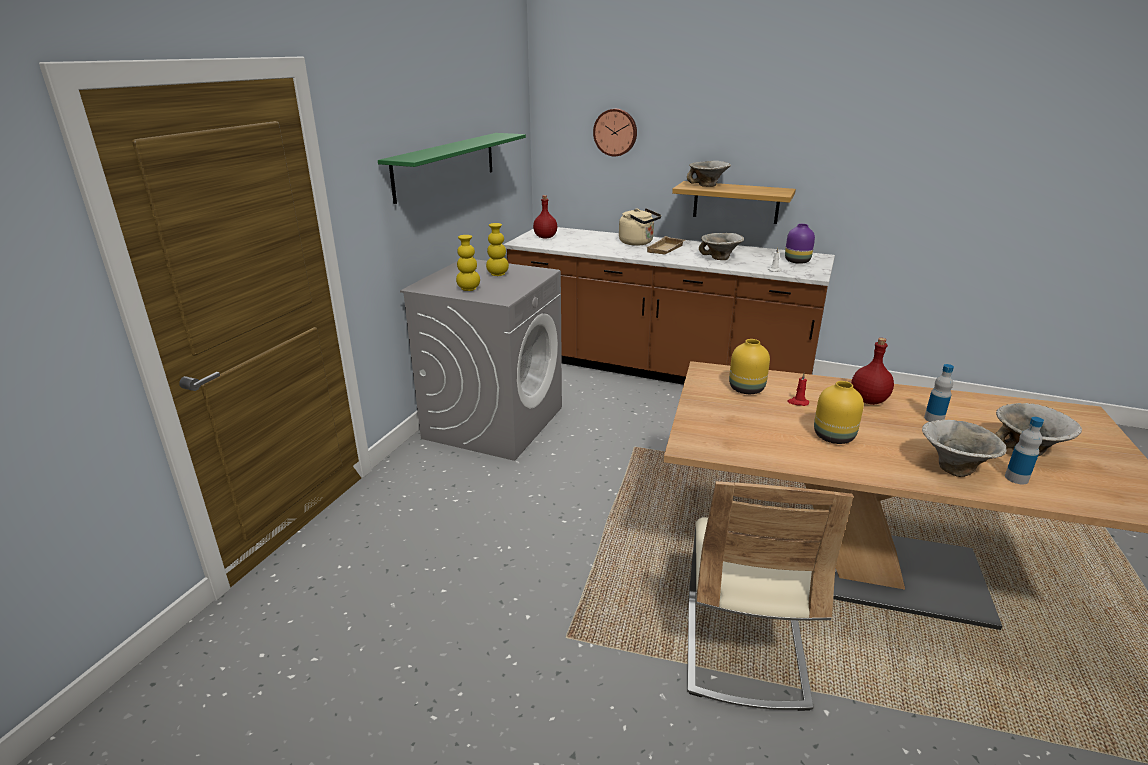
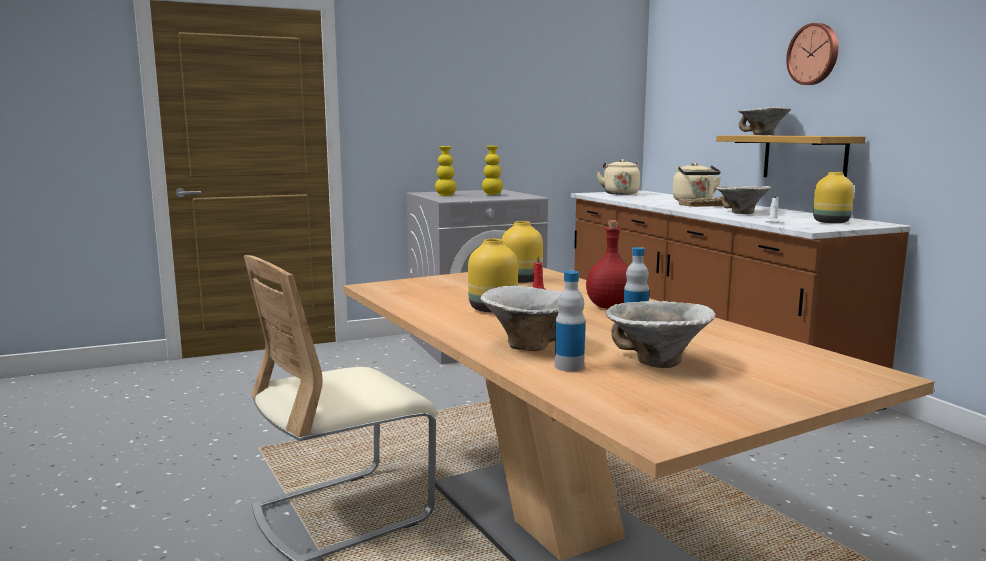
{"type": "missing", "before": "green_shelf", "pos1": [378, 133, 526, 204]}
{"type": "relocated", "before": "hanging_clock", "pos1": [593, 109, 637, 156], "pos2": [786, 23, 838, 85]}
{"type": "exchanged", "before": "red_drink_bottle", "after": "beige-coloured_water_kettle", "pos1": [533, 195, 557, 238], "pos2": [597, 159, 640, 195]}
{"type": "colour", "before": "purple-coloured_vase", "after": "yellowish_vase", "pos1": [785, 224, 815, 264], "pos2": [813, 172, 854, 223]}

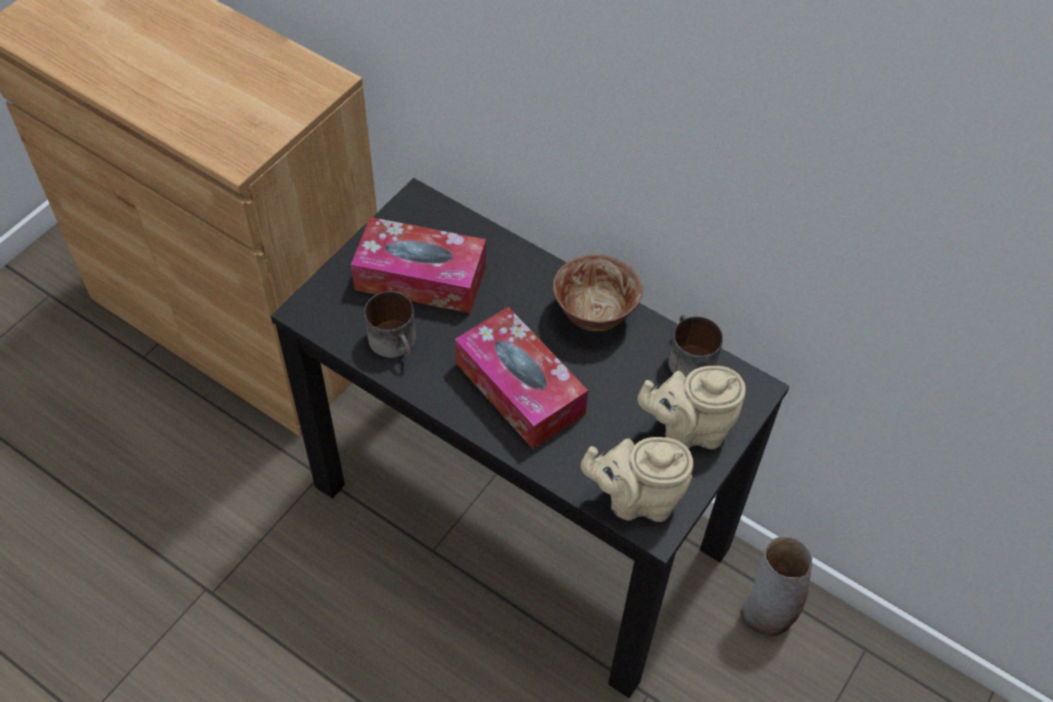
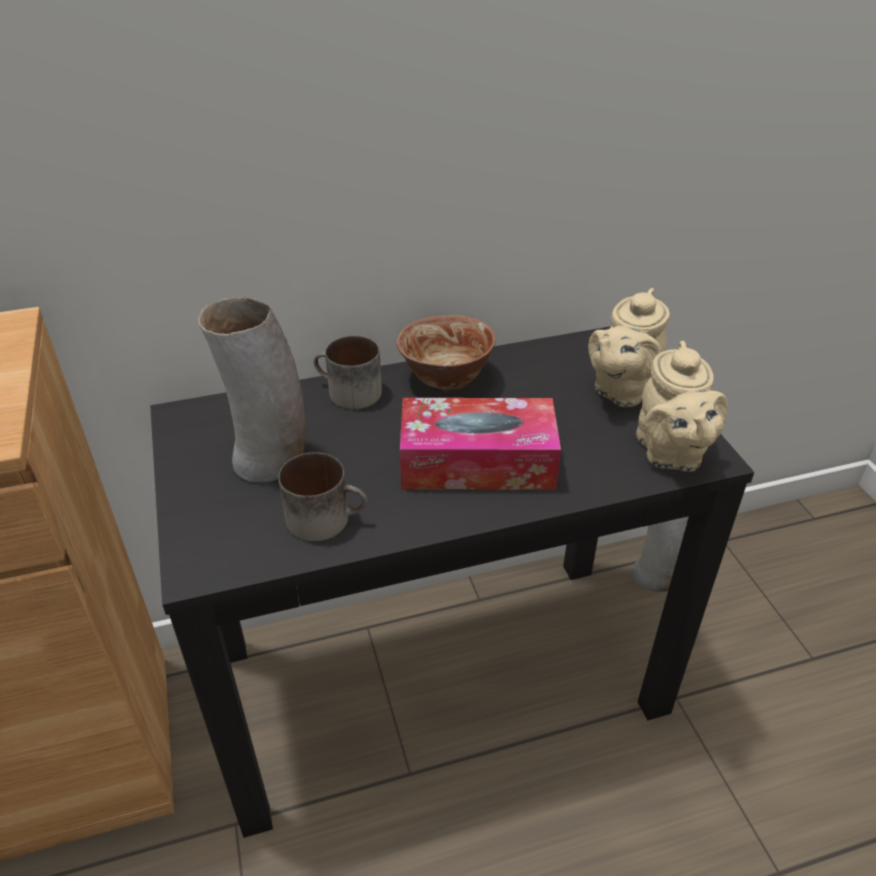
{"type": "relocated", "before": "mug", "pos1": [668, 315, 723, 377], "pos2": [314, 336, 382, 409]}
{"type": "exchanged", "before": "tissue_holder", "after": "vase", "pos1": [351, 217, 486, 313], "pos2": [198, 297, 305, 483]}
{"type": "spun", "before": "beige-coloured_pot_for_tea", "pos1": [581, 437, 693, 522], "pos2": [636, 341, 728, 472], "turn": -45}

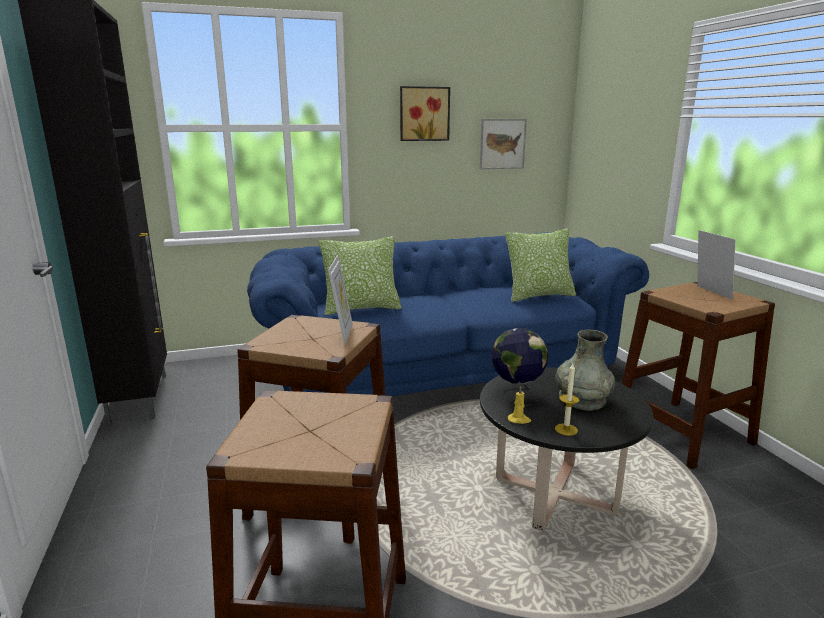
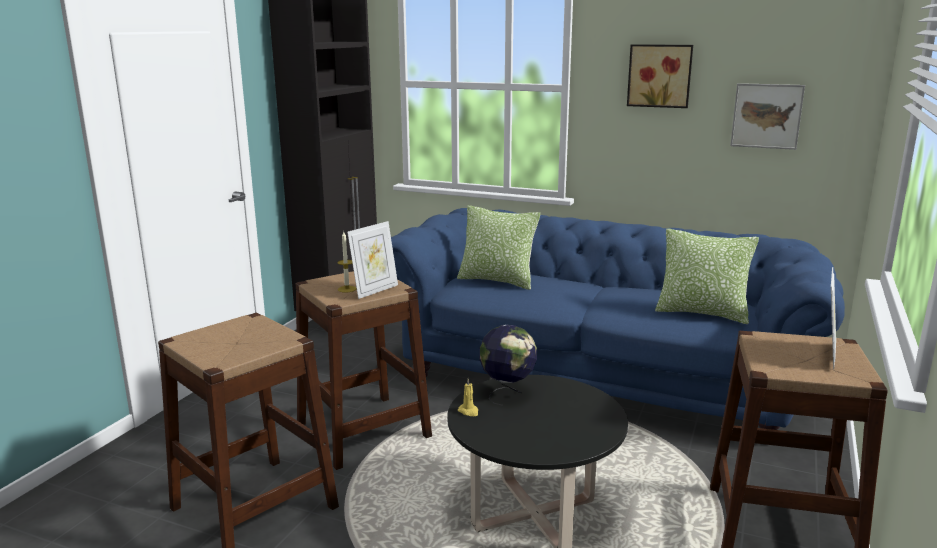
{"type": "missing", "before": "gray_vase", "pos1": [555, 330, 615, 411]}
{"type": "relocated", "before": "wax_light", "pos1": [555, 364, 579, 436], "pos2": [337, 232, 356, 293]}

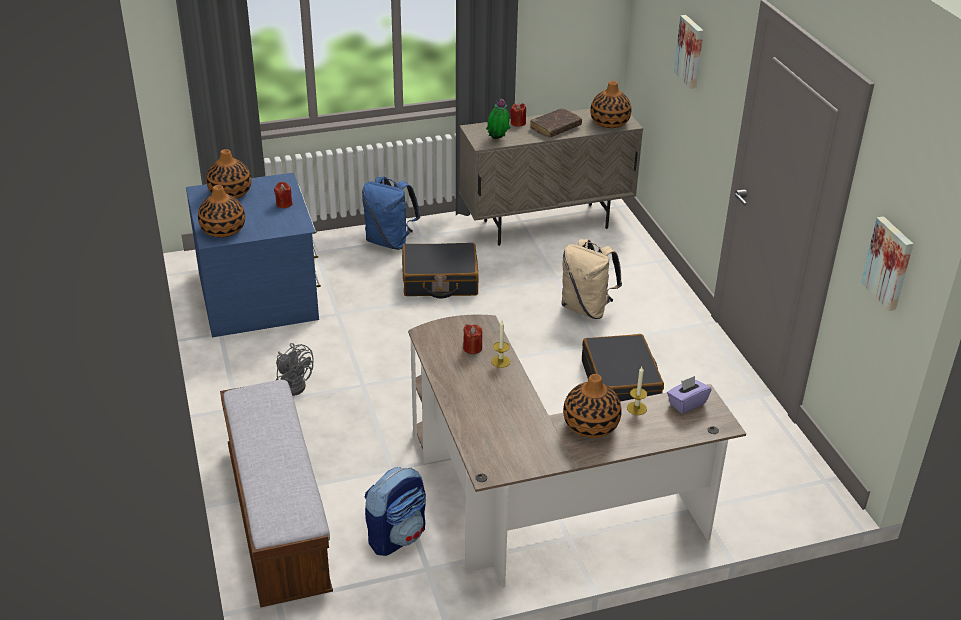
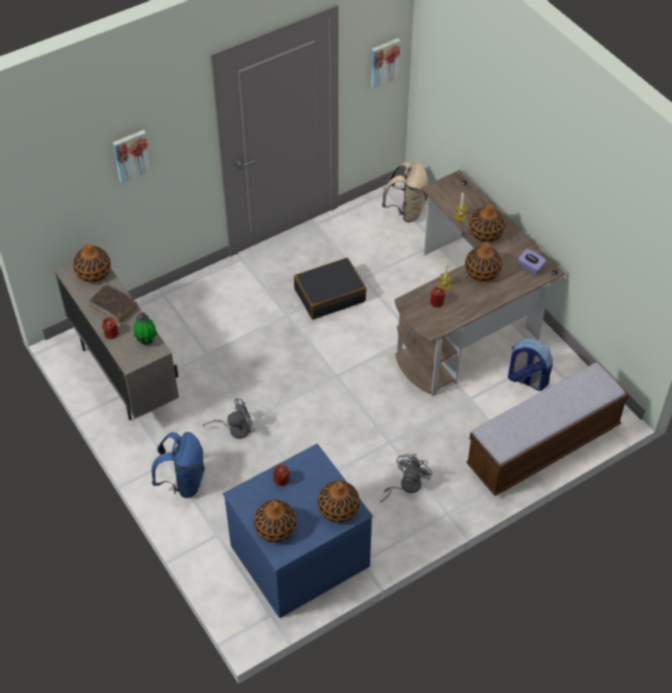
{"type": "appeared", "after": "vase", "pos2": [465, 243, 502, 282]}
{"type": "relocated", "before": "beige-coloured_rucksack", "pos1": [561, 239, 622, 319], "pos2": [382, 162, 429, 222]}
{"type": "relocated", "before": "purple-coloured_tissue_holder", "pos1": [667, 376, 712, 414], "pos2": [518, 249, 546, 275]}
{"type": "exchanged", "before": "black-coloured_travel_case", "after": "gray_electric_fan", "pos1": [402, 243, 479, 298], "pos2": [203, 398, 255, 439]}

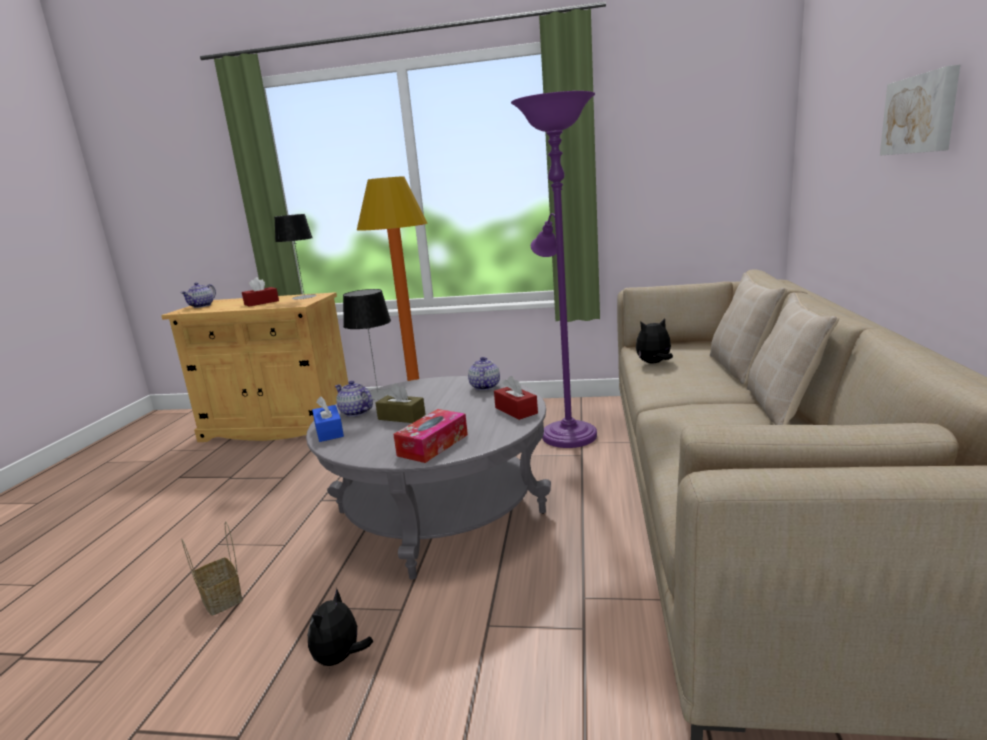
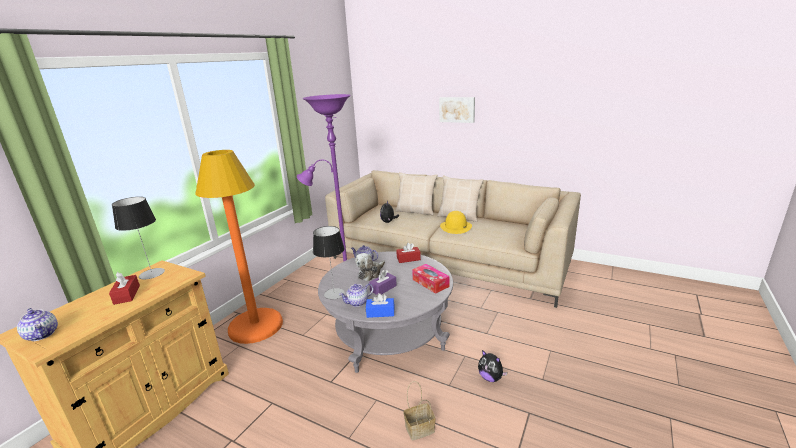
{"type": "appeared", "after": "plush_toy", "pos2": [355, 253, 385, 281]}
{"type": "appeared", "after": "yellowish_hat", "pos2": [440, 211, 472, 234]}
{"type": "colour", "before": "brown-coloured_tissue_holder", "after": "purple-coloured_tissue_holder", "pos1": [376, 383, 426, 423], "pos2": [369, 270, 397, 295]}

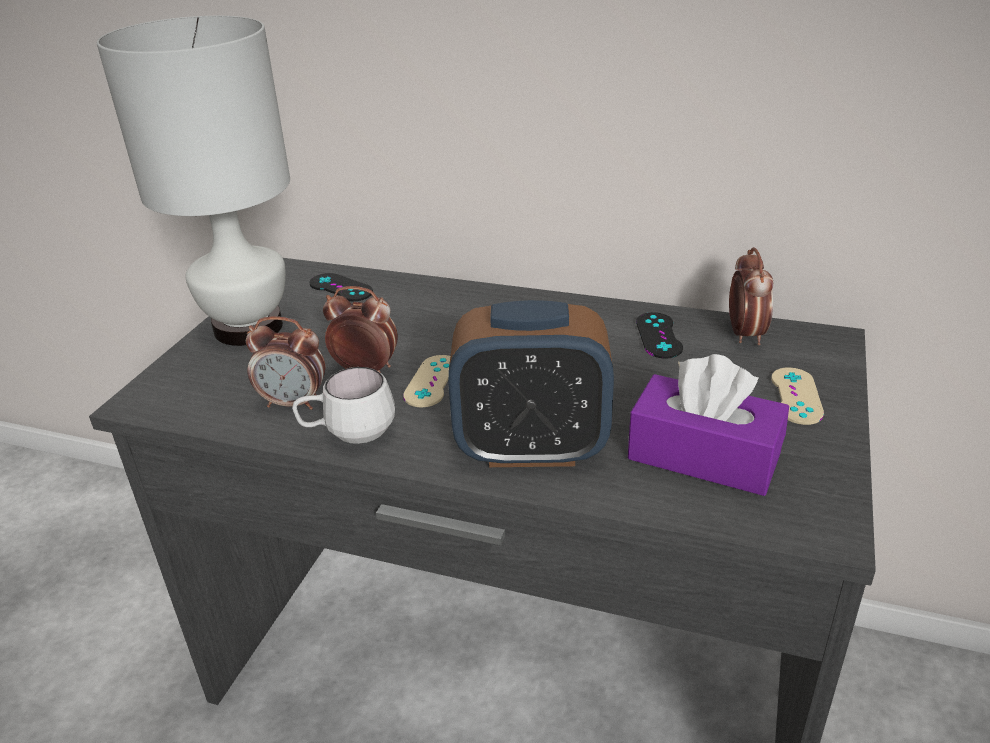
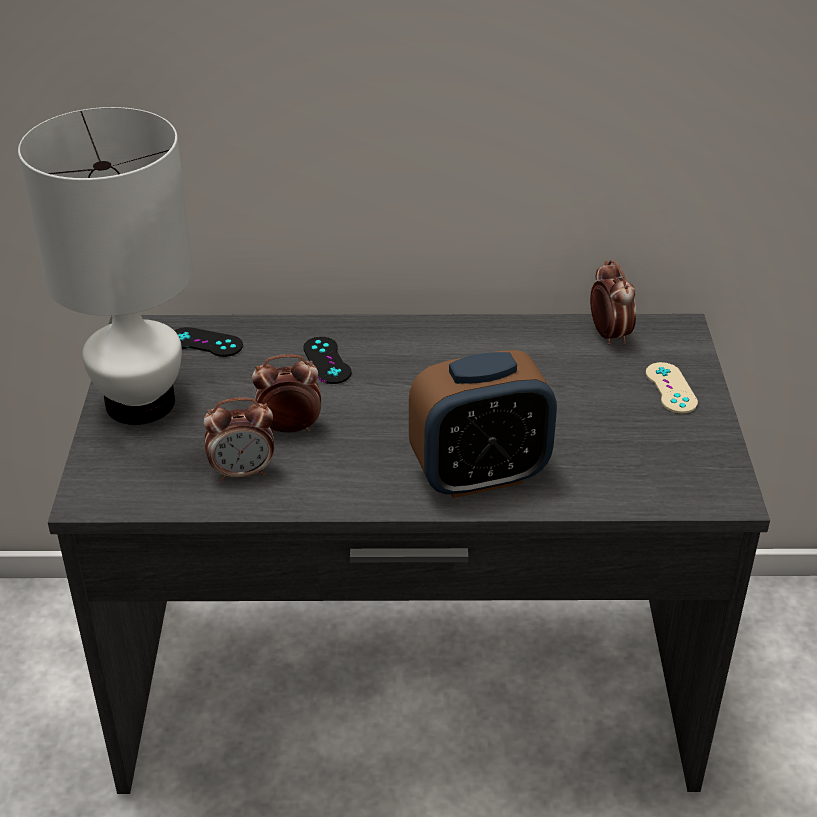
{"type": "missing", "before": "whitish_mug", "pos1": [292, 367, 395, 444]}
{"type": "missing", "before": "beige-coloured_gamepad", "pos1": [403, 355, 450, 407]}
{"type": "missing", "before": "purple-coloured_tissue_holder", "pos1": [628, 354, 789, 496]}
{"type": "relocated", "before": "black-coloured_gamepad", "pos1": [636, 312, 683, 358], "pos2": [303, 337, 352, 384]}

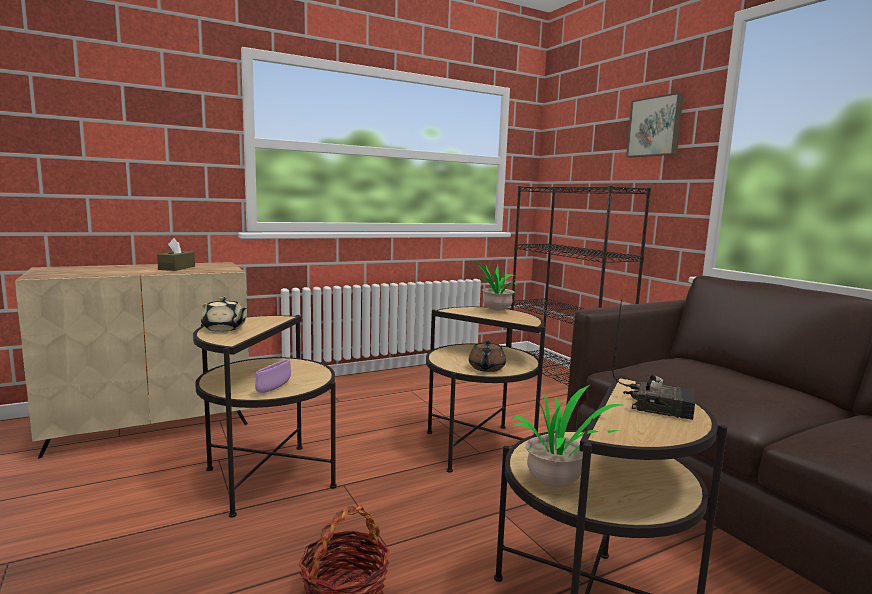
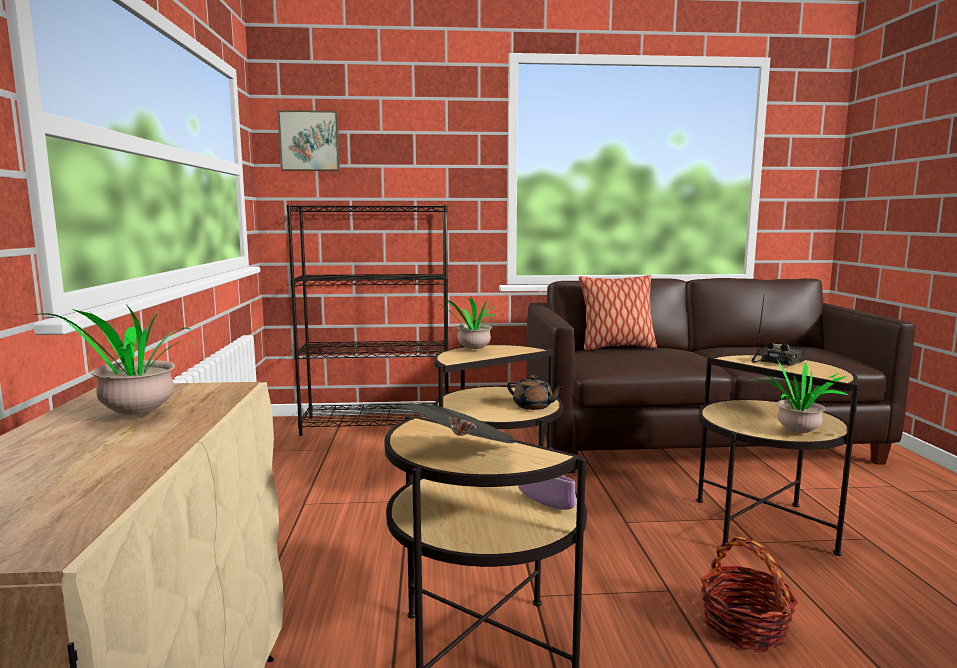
{"type": "appeared", "after": "cushion", "pos2": [579, 275, 657, 351]}
{"type": "relocated", "before": "wall_art", "pos1": [626, 92, 684, 157], "pos2": [277, 110, 340, 171]}
{"type": "exchanged", "before": "brown-coloured_tissue_holder", "after": "potted_plant", "pos1": [157, 238, 195, 271], "pos2": [35, 303, 196, 414]}
{"type": "exchanged", "before": "beige-coloured_pot_for_tea", "after": "newspaper", "pos1": [201, 297, 247, 332], "pos2": [399, 404, 517, 443]}

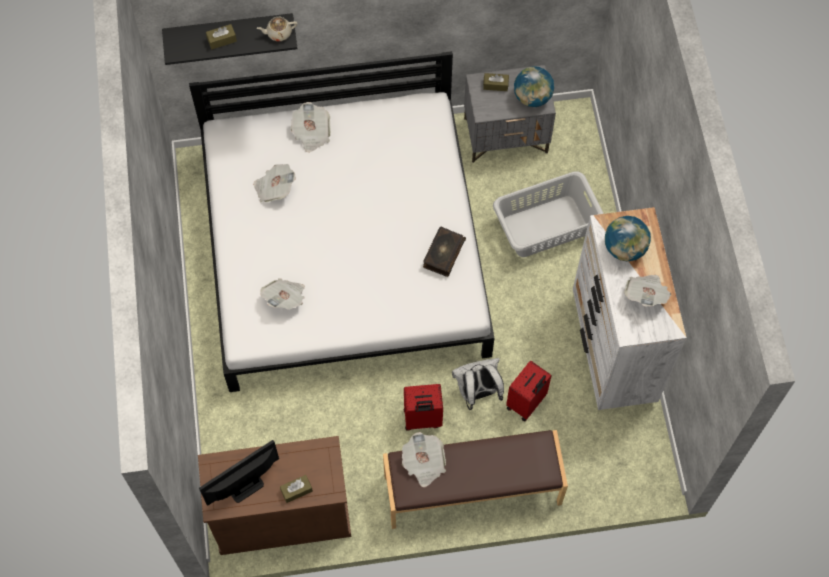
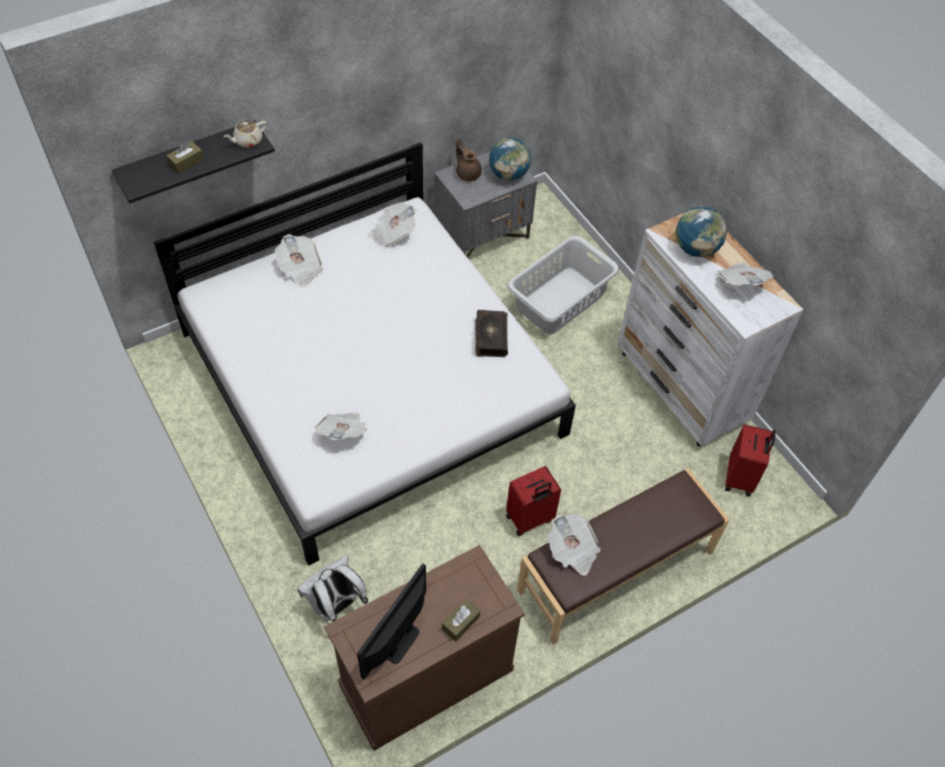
{"type": "relocated", "before": "newspaper", "pos1": [253, 164, 296, 202], "pos2": [370, 202, 416, 247]}
{"type": "relocated", "before": "whitish_rucksack", "pos1": [452, 358, 504, 410], "pos2": [297, 554, 368, 624]}
{"type": "relocated", "before": "red_travel_case", "pos1": [506, 360, 552, 421], "pos2": [725, 424, 776, 496]}
{"type": "exchanged", "before": "brown-coloured_tissue_holder", "after": "brown-coloured_pot_for_tea", "pos1": [483, 73, 509, 91], "pos2": [456, 138, 482, 181]}

